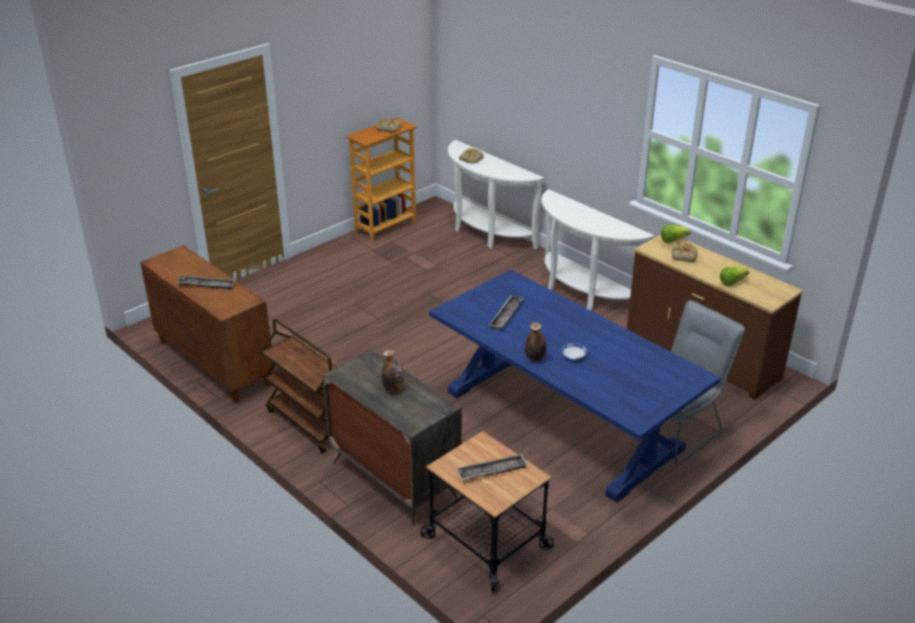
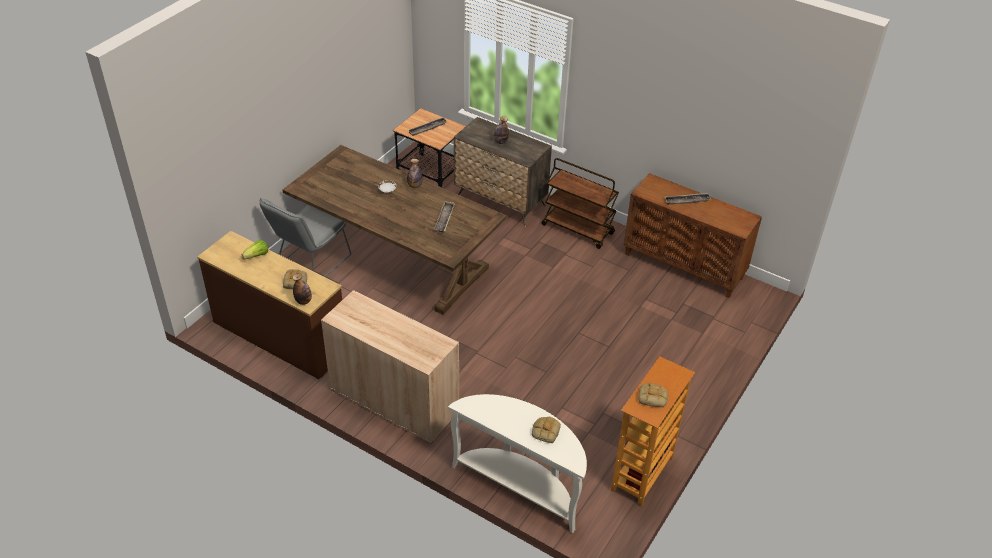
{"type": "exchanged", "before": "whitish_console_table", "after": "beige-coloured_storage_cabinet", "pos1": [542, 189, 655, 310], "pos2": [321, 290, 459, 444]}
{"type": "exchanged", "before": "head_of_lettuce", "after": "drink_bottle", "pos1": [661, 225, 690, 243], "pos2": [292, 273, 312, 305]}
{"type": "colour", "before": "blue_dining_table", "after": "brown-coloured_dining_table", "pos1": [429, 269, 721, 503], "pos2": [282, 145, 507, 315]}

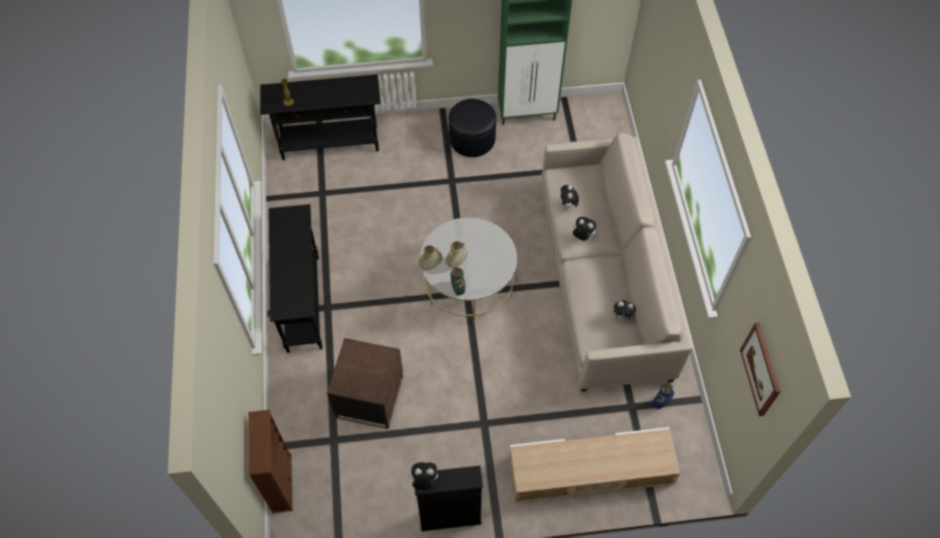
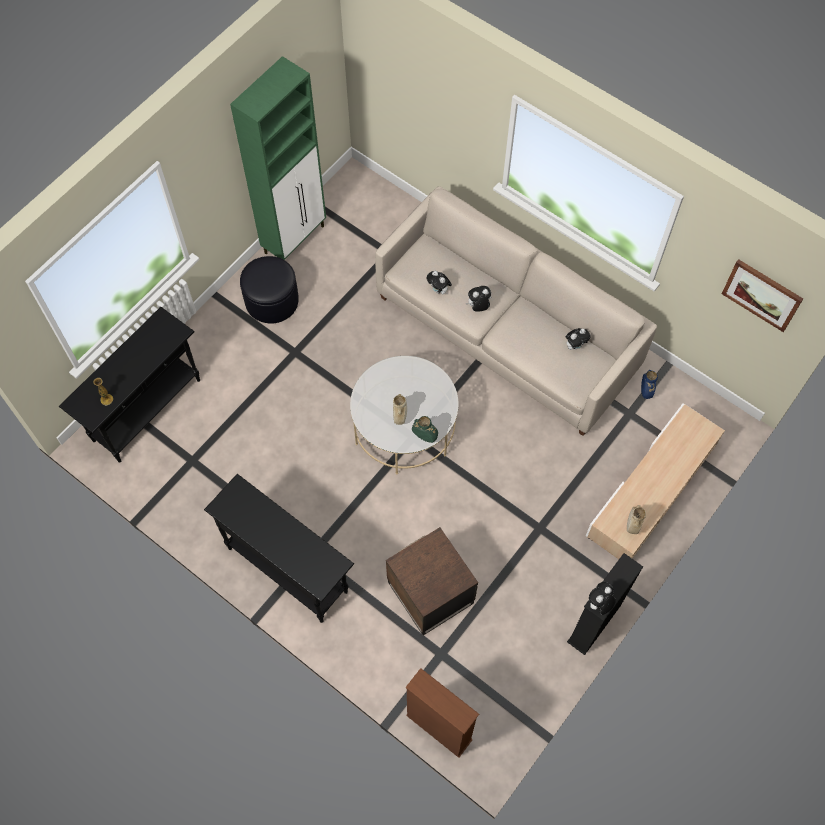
{"type": "relocated", "before": "beige-coloured_vase", "pos1": [419, 245, 442, 270], "pos2": [627, 505, 646, 534]}

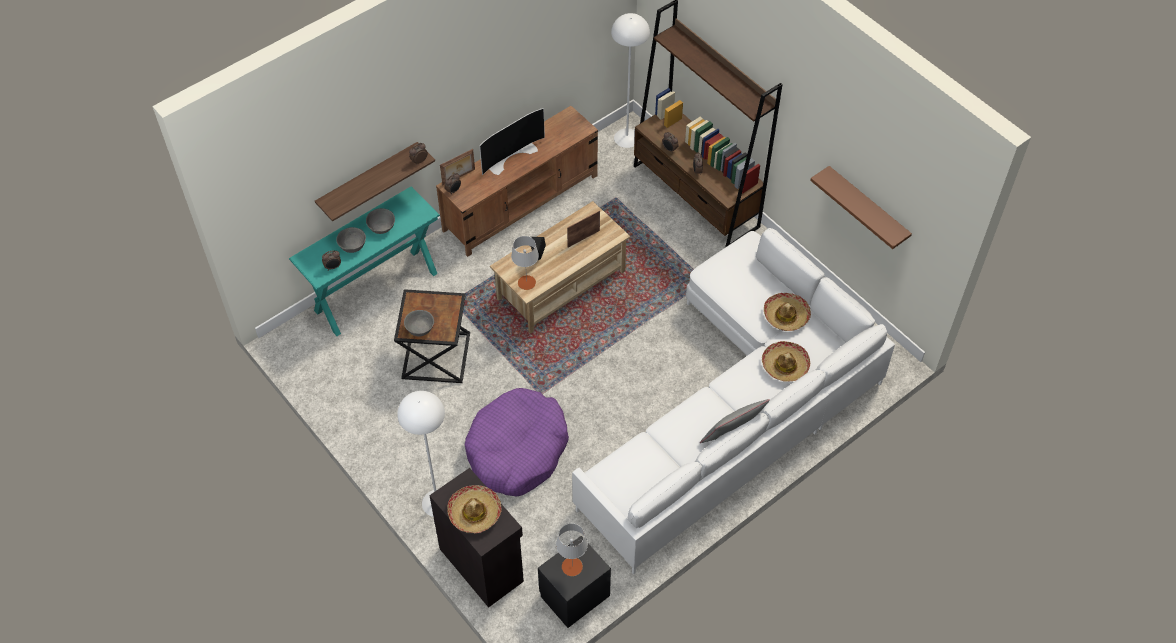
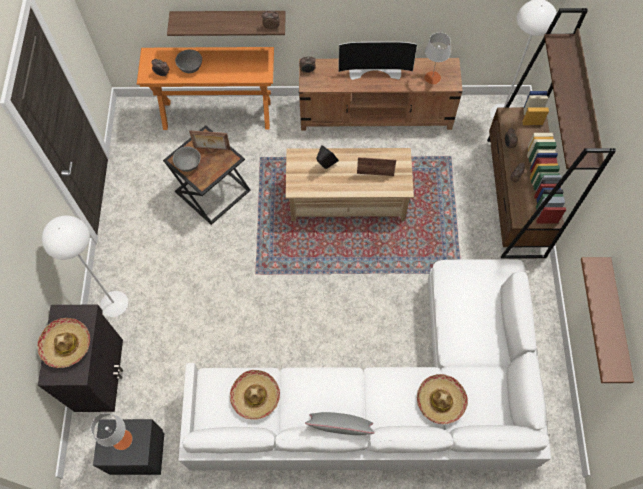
{"type": "missing", "before": "gray_serving_bowl", "pos1": [366, 208, 395, 234]}
{"type": "missing", "before": "purple-coloured_dog_bed", "pos1": [465, 388, 569, 496]}
{"type": "relocated", "before": "picture_frame", "pos1": [440, 149, 475, 185], "pos2": [189, 130, 231, 150]}
{"type": "relocated", "before": "gray_tabletop_lamp", "pos1": [511, 236, 539, 290], "pos2": [424, 32, 451, 85]}
{"type": "relocated", "before": "hat", "pos1": [764, 293, 811, 331], "pos2": [230, 370, 280, 420]}
{"type": "colour", "before": "blue-green_console_table", "after": "orange_console_table", "pos1": [289, 186, 440, 336], "pos2": [137, 47, 274, 130]}

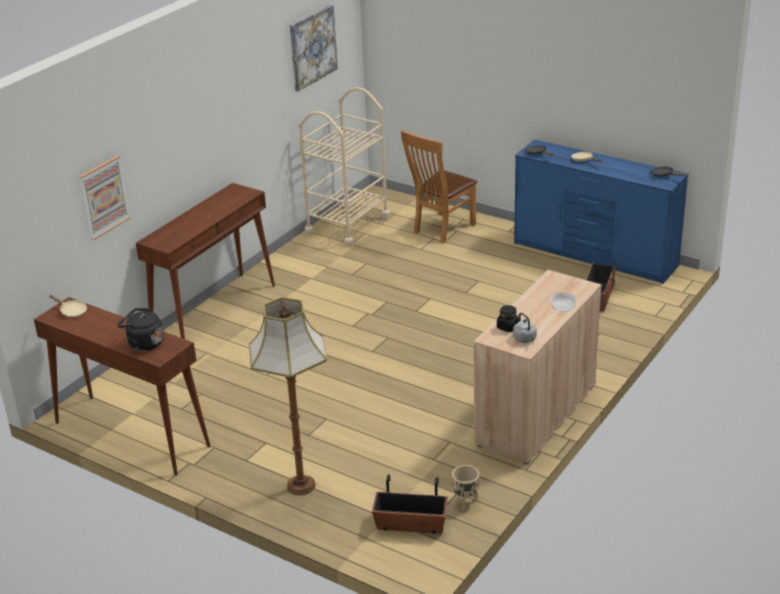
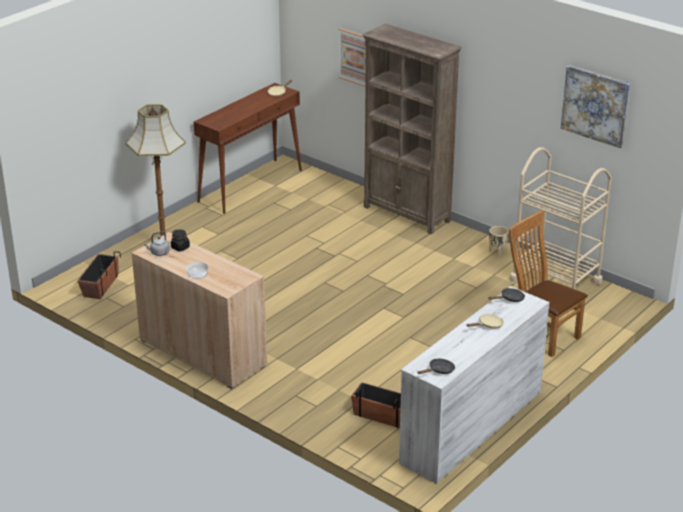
{"type": "missing", "before": "black-coloured_water_kettle", "pos1": [117, 308, 164, 351]}
{"type": "relocated", "before": "beige-coloured_flower_pot", "pos1": [452, 465, 479, 510], "pos2": [489, 226, 509, 257]}
{"type": "exchanged", "before": "brown-coloured_console_table", "after": "brown-coloured_bookcase", "pos1": [136, 183, 275, 339], "pos2": [362, 24, 462, 234]}
{"type": "colour", "before": "blue_dresser", "after": "whitish_dresser", "pos1": [514, 139, 688, 284], "pos2": [399, 286, 550, 484]}

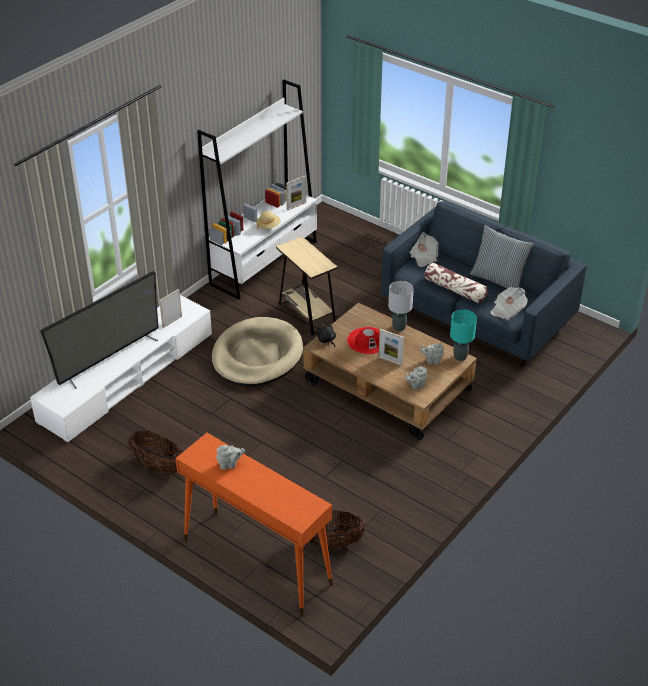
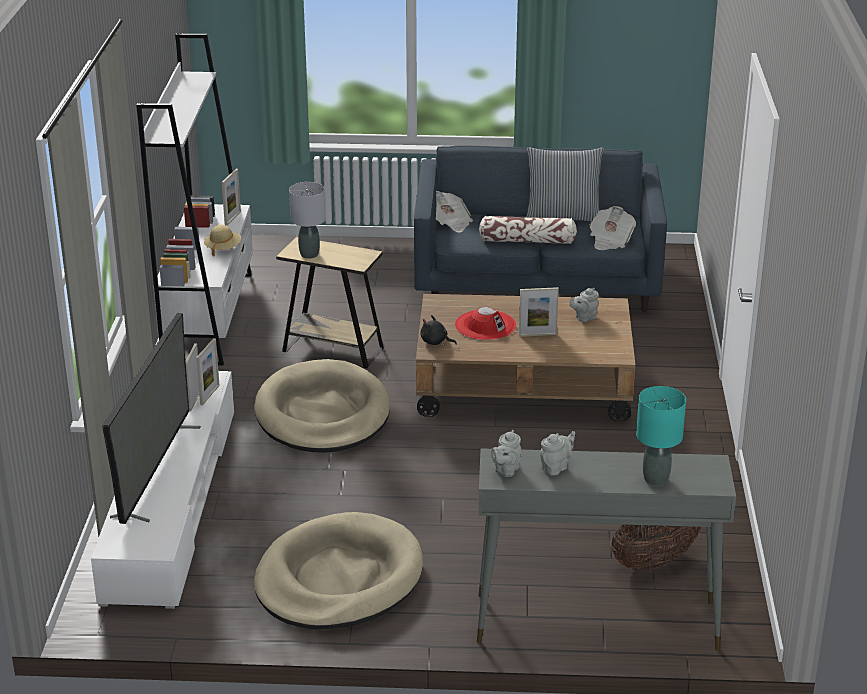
{"type": "appeared", "after": "picture_frame", "pos2": [196, 338, 220, 405]}
{"type": "relocated", "before": "gray_tabletop_lamp", "pos1": [388, 281, 414, 331], "pos2": [289, 182, 326, 259]}
{"type": "relocated", "before": "gray_pot_for_tea", "pos1": [405, 366, 427, 390], "pos2": [491, 430, 522, 477]}
{"type": "relocated", "before": "blue-green_tabletop_lamp", "pos1": [450, 309, 477, 361], "pos2": [636, 386, 686, 486]}
{"type": "exchanged", "before": "basket", "after": "beige-coloured_dog_bed", "pos1": [128, 430, 182, 473], "pos2": [254, 512, 423, 629]}
{"type": "colour", "before": "orange_console_table", "after": "gray_console_table", "pos1": [176, 433, 333, 617], "pos2": [477, 448, 736, 651]}

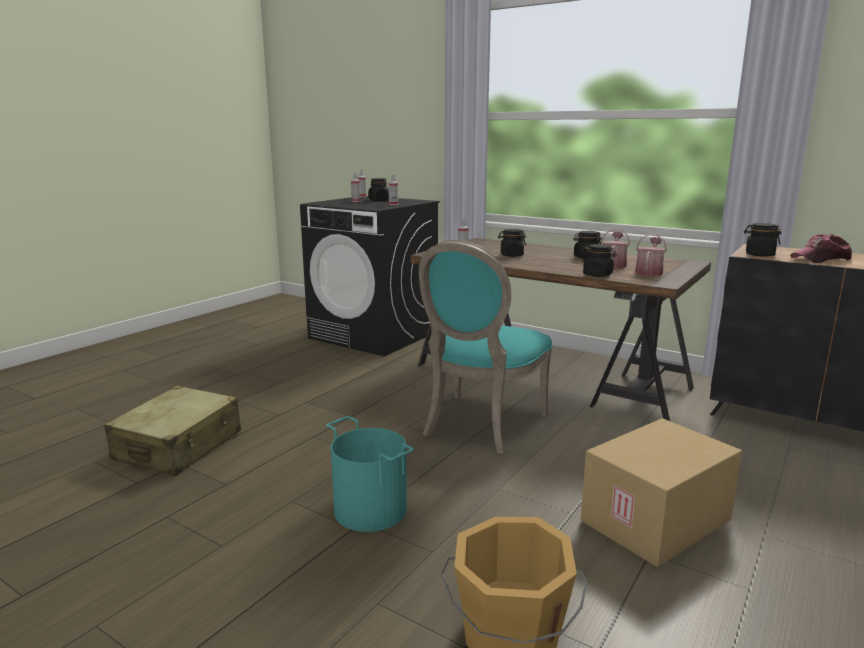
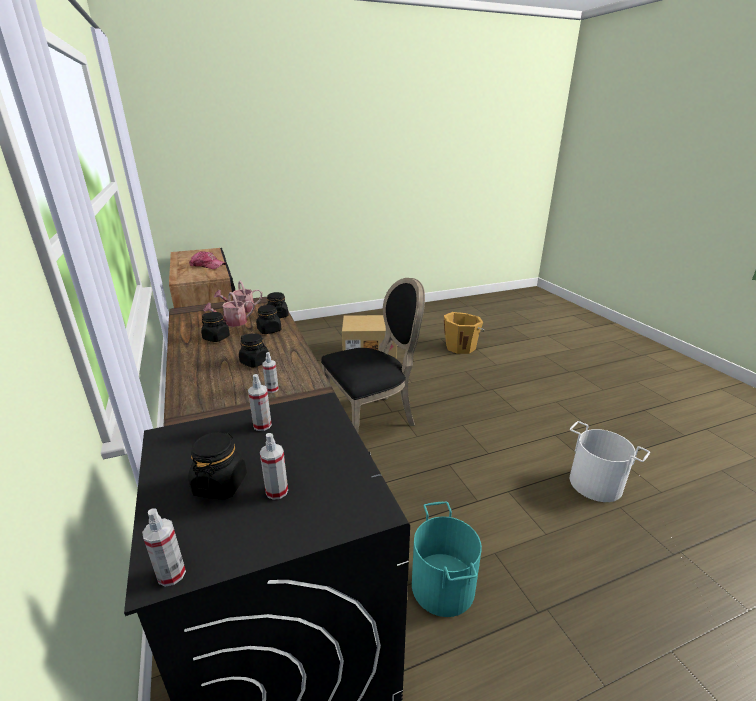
{"type": "relocated", "before": "blue-green_pail", "pos1": [326, 416, 414, 532], "pos2": [412, 502, 482, 617]}
{"type": "relocated", "before": "black-coloured_preserve_jar", "pos1": [744, 223, 781, 257], "pos2": [256, 305, 282, 334]}
{"type": "exchanged", "before": "beige-coloured_travel_case", "after": "whitish_pail", "pos1": [104, 386, 241, 476], "pos2": [570, 421, 650, 502]}
{"type": "colour", "before": "blue-green_upright_chair", "after": "black-coloured_upright_chair", "pos1": [419, 240, 553, 454], "pos2": [321, 278, 425, 433]}

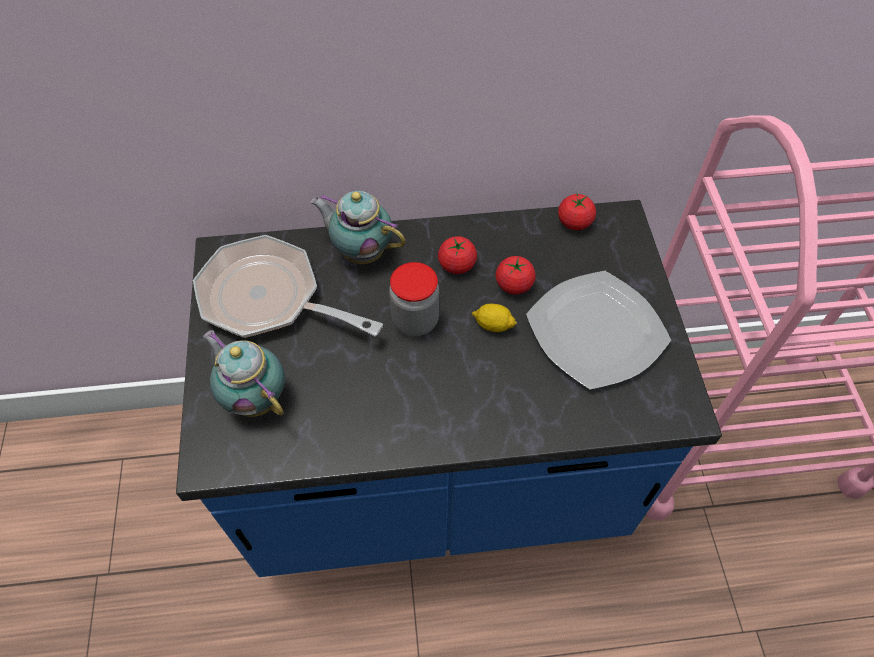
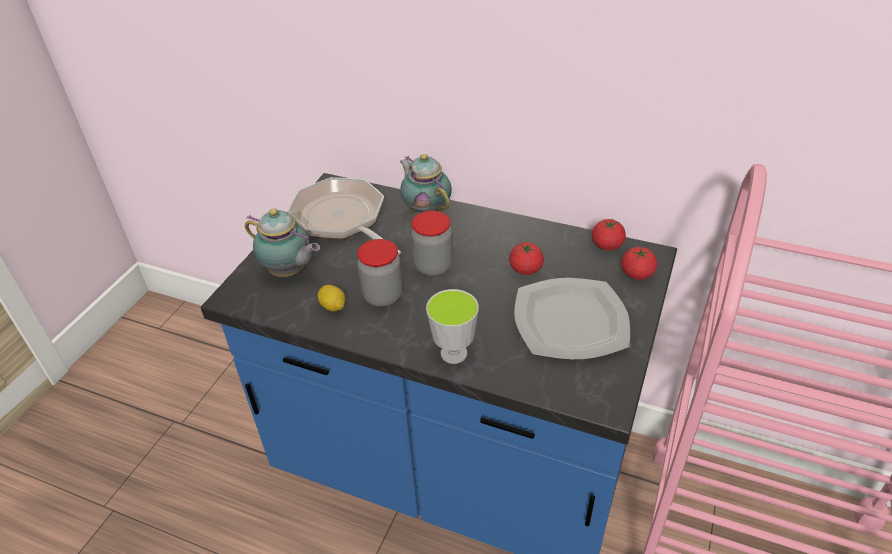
{"type": "appeared", "after": "preserve_jar", "pos2": [357, 239, 403, 307]}
{"type": "appeared", "after": "cup", "pos2": [426, 289, 479, 364]}
{"type": "relocated", "before": "whole_tomato", "pos1": [438, 236, 477, 274], "pos2": [621, 247, 657, 280]}
{"type": "relocated", "before": "lemon", "pos1": [472, 304, 517, 332], "pos2": [317, 285, 345, 312]}
{"type": "spun", "before": "pot_for_tea", "pos1": [203, 330, 285, 417], "pos2": [245, 208, 320, 277], "turn": 135}

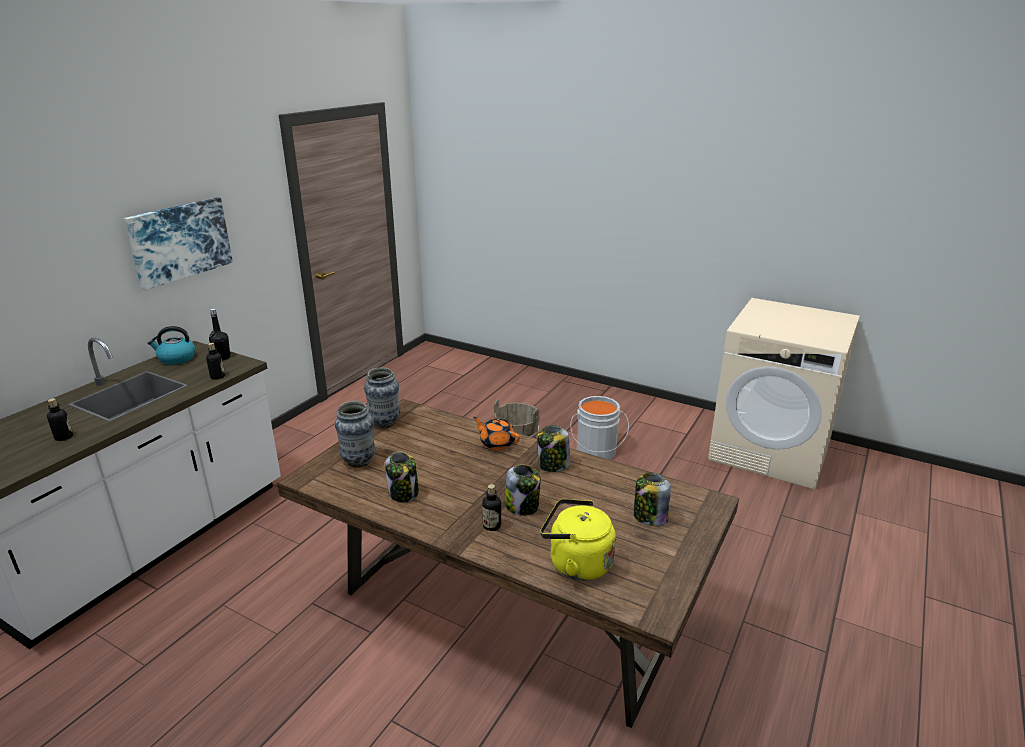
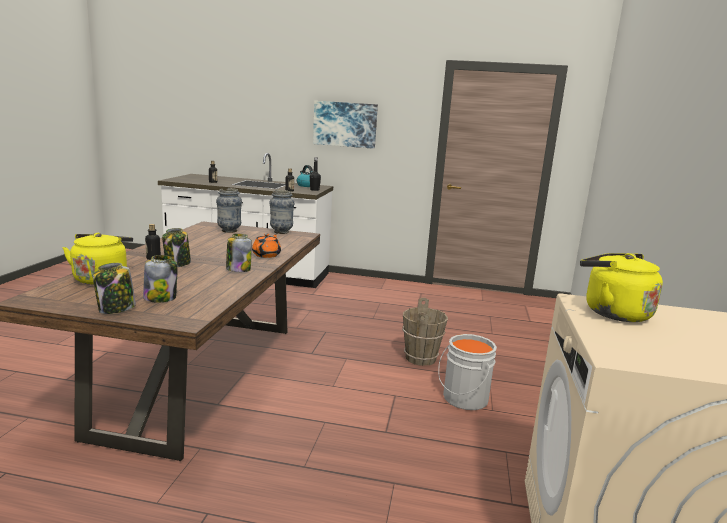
{"type": "appeared", "after": "yellowish_water_kettle", "pos2": [580, 253, 663, 322]}
{"type": "relocated", "before": "preserve_jar", "pos1": [385, 452, 419, 503], "pos2": [93, 263, 136, 314]}

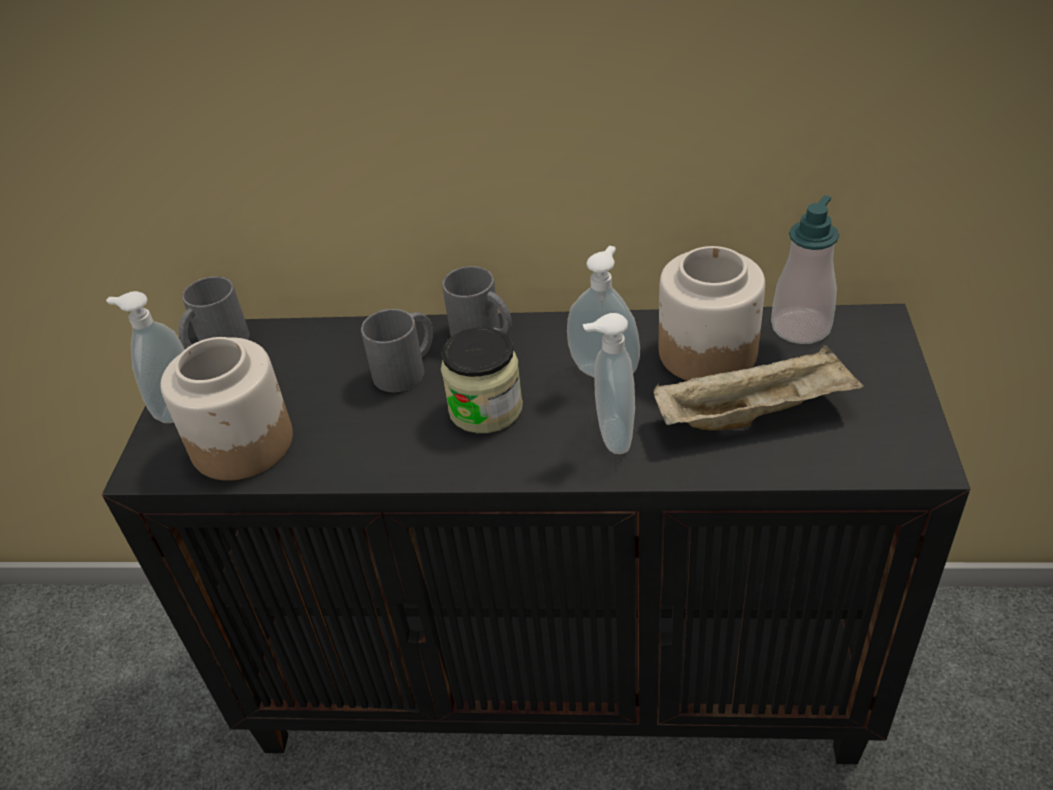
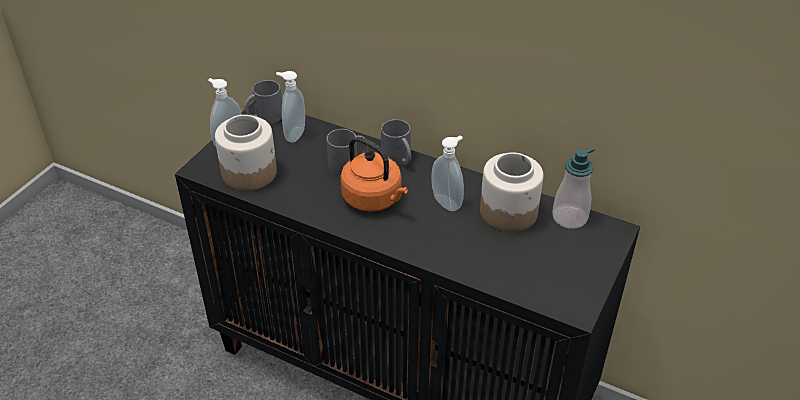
{"type": "missing", "before": "beige-coloured_tray", "pos1": [654, 345, 864, 431]}
{"type": "relocated", "before": "soap_dispenser", "pos1": [583, 313, 635, 454], "pos2": [276, 71, 305, 143]}
{"type": "exchanged", "before": "preserve_jar", "after": "orange_water_kettle", "pos1": [441, 328, 523, 433], "pos2": [341, 136, 408, 212]}

